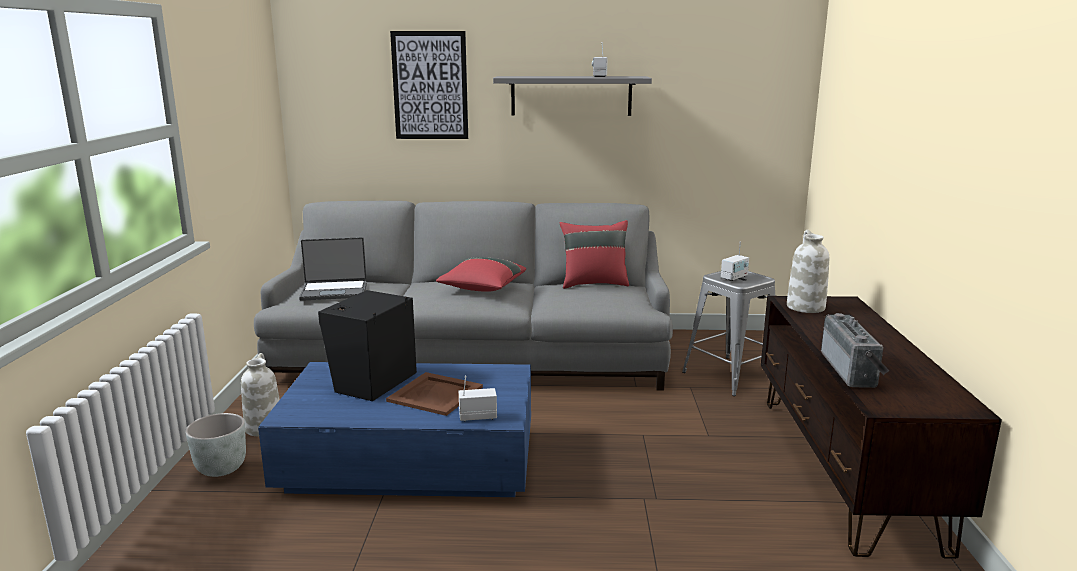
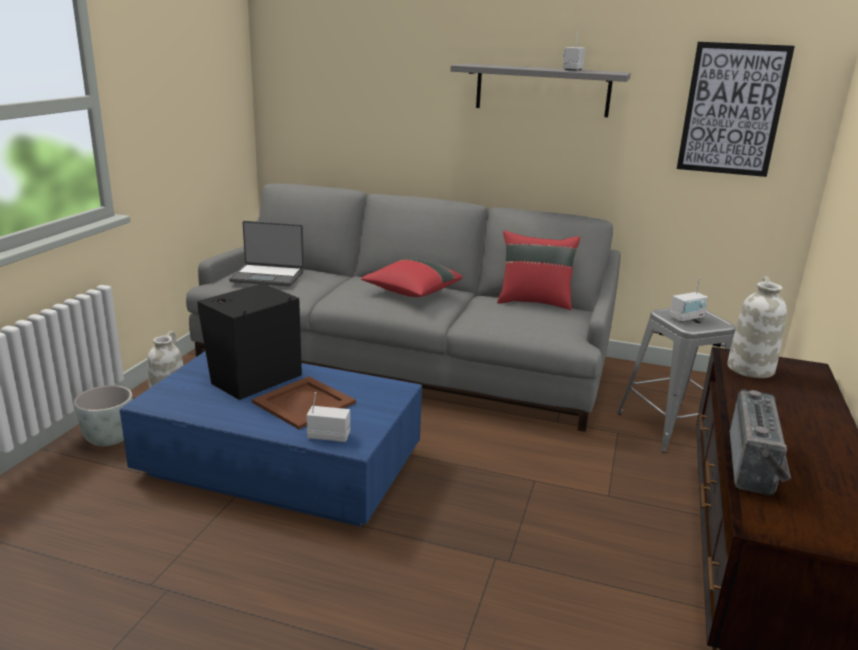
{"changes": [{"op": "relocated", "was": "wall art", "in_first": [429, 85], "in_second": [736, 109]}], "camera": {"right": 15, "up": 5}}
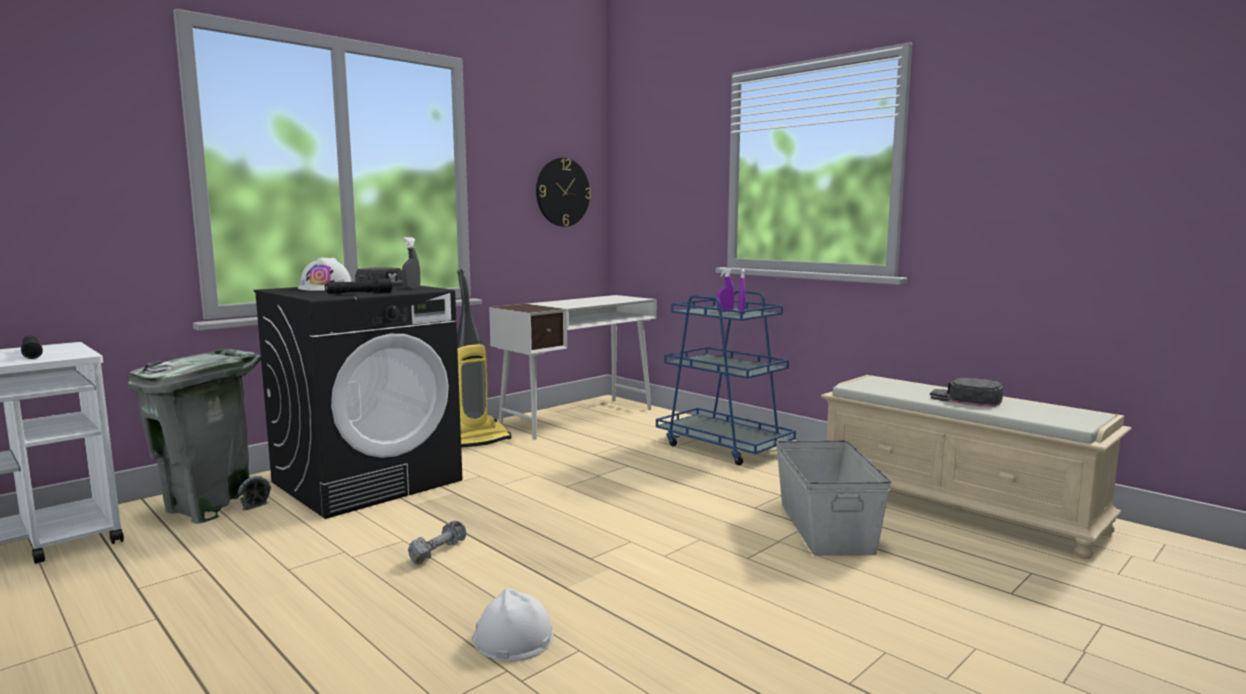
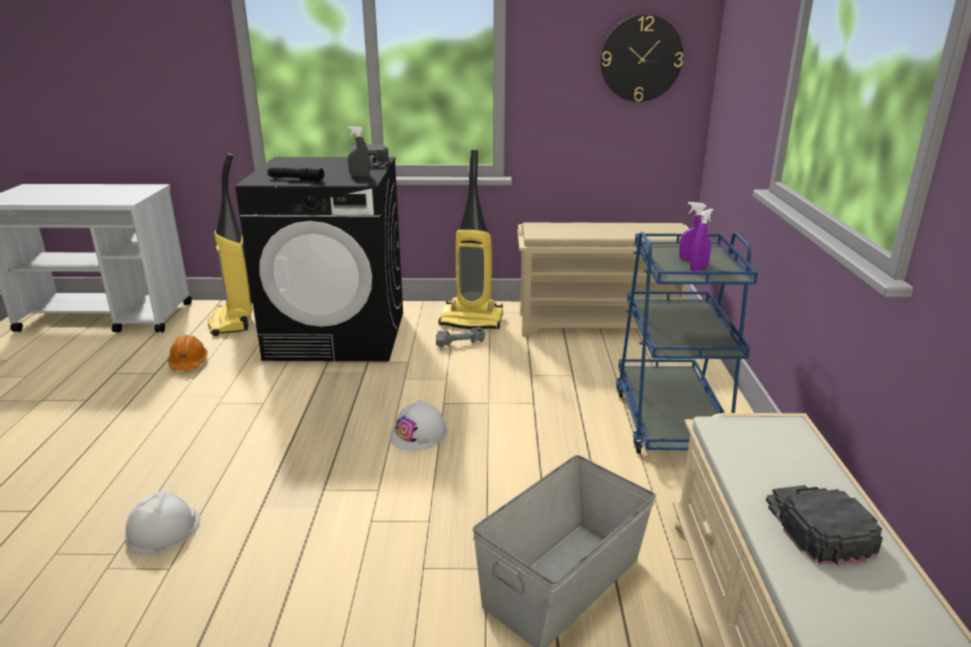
{"changes": [{"op": "missing", "was": "blackish flashlight", "in_first": [32, 347]}, {"op": "exchanged", "was": "greyish rubbish bin", "now": "hoover", "in_first": [199, 436], "in_second": [230, 244]}, {"op": "relocated", "was": "whitish hard hat", "in_first": [325, 274], "in_second": [418, 425]}, {"op": "relocated", "was": "greyish hand weight", "in_first": [437, 543], "in_second": [460, 337]}, {"op": "exchanged", "was": "whitish desk unit", "now": "beige shoe stand", "in_first": [573, 367], "in_second": [603, 279]}, {"op": "appeared", "now": "orange hard hat", "in_second": [188, 353]}], "camera": {"right": 45, "up": 15}}
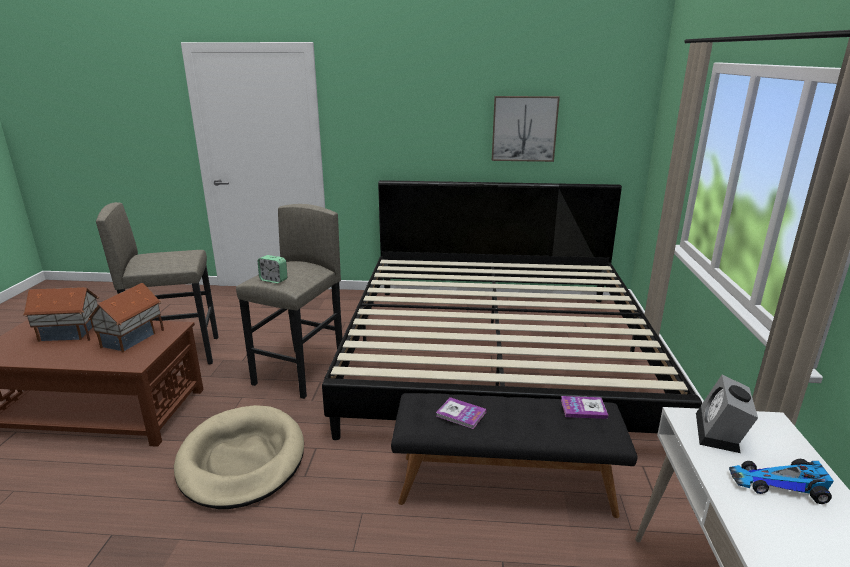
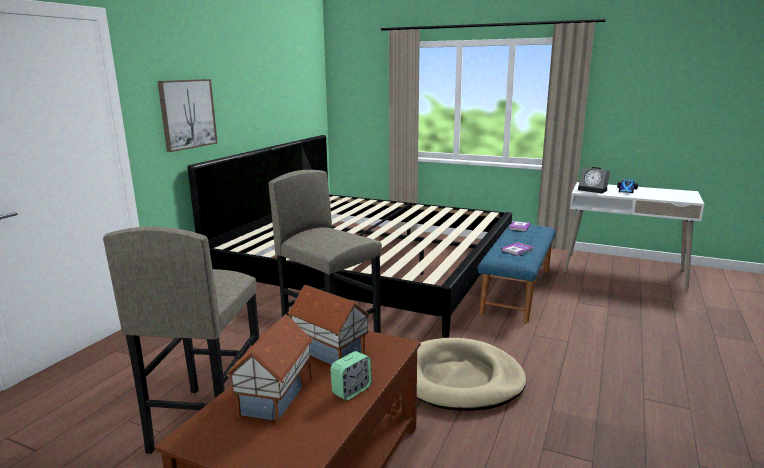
{"changes": [{"op": "relocated", "was": "bedside clock", "in_first": [272, 269], "in_second": [351, 376]}, {"op": "colour", "was": "blackish long seat", "now": "blue-coloured long seat", "in_first": [514, 455], "in_second": [517, 273]}, {"op": "relocated", "was": "wall art", "in_first": [526, 129], "in_second": [187, 115]}], "camera": {"right": -70, "up": -5}}
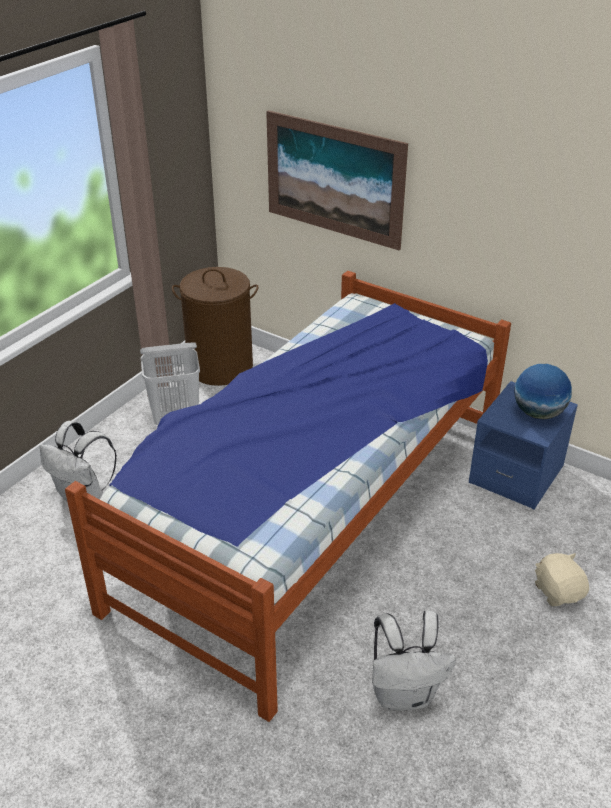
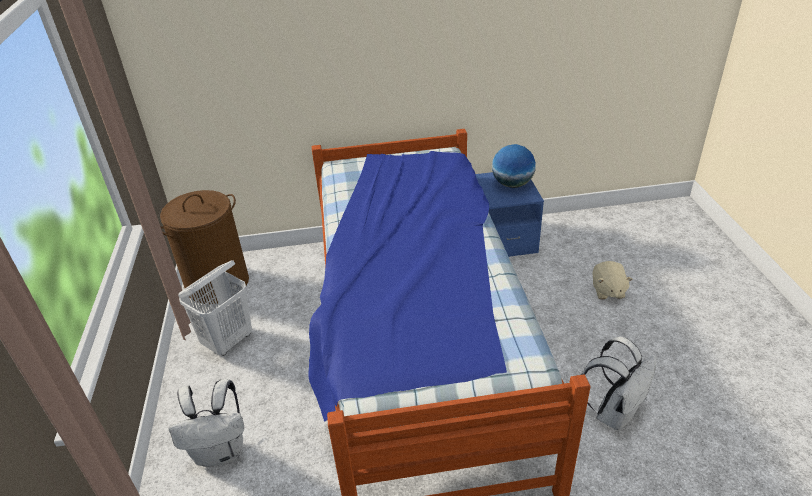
{"changes": [{"op": "missing", "was": "wall art", "in_first": [337, 180]}, {"op": "spun", "was": "beige cuddly toy", "in_first": [562, 579], "in_second": [613, 280], "clockwise": -120}], "camera": {"right": -40, "up": 0}}
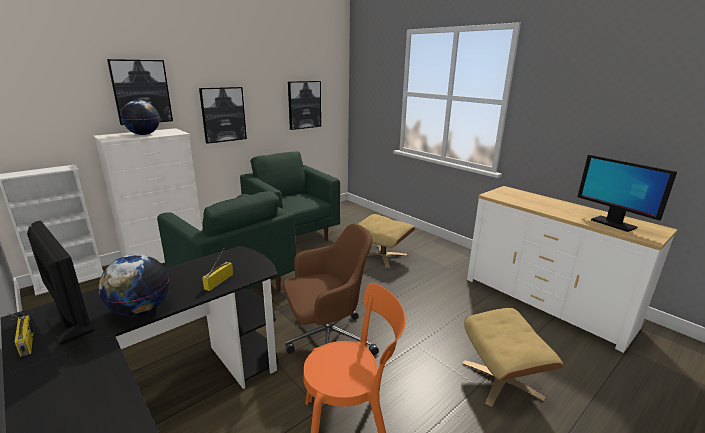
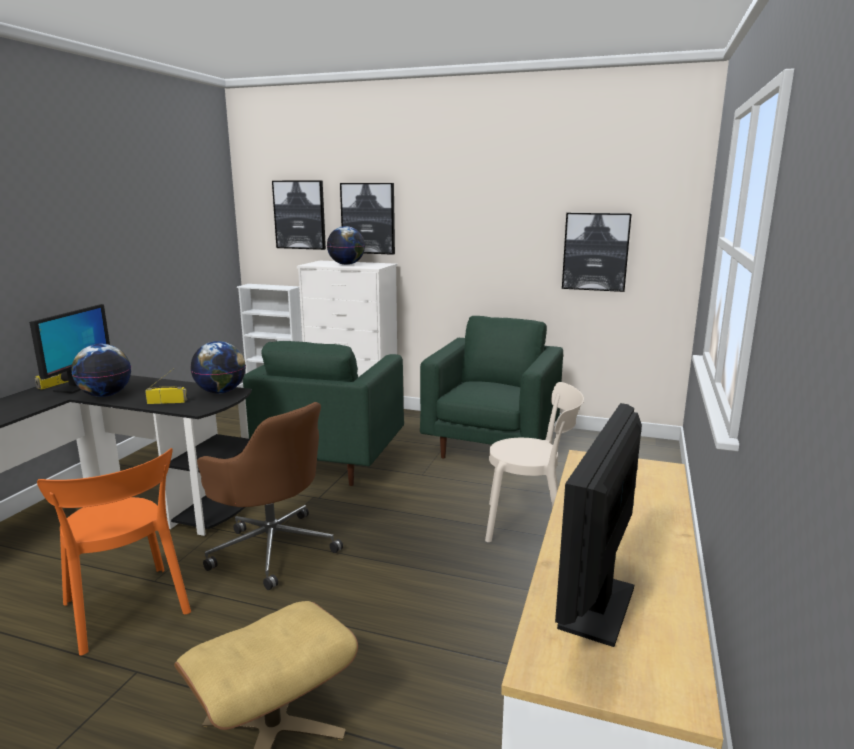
{"changes": [{"op": "relocated", "was": "wall art", "in_first": [223, 115], "in_second": [299, 215]}, {"op": "exchanged", "was": "beige ottoman", "now": "beige chair", "in_first": [387, 241], "in_second": [534, 462]}, {"op": "appeared", "now": "world globe", "in_second": [218, 367]}], "camera": {"right": 60, "up": -5}}
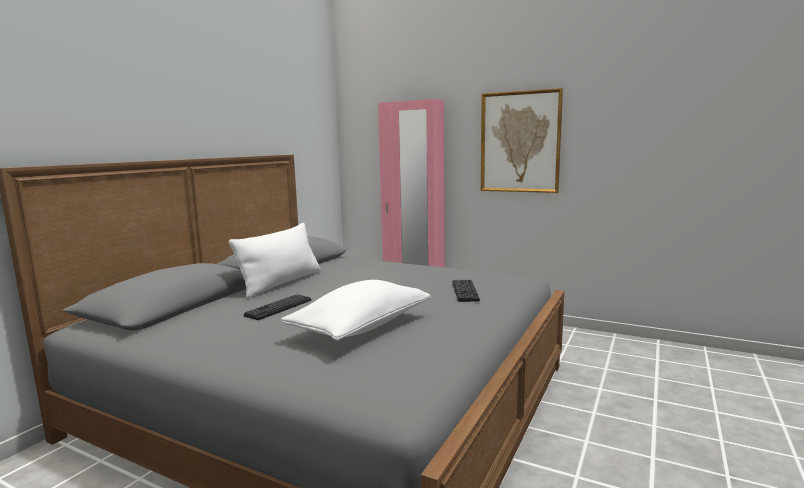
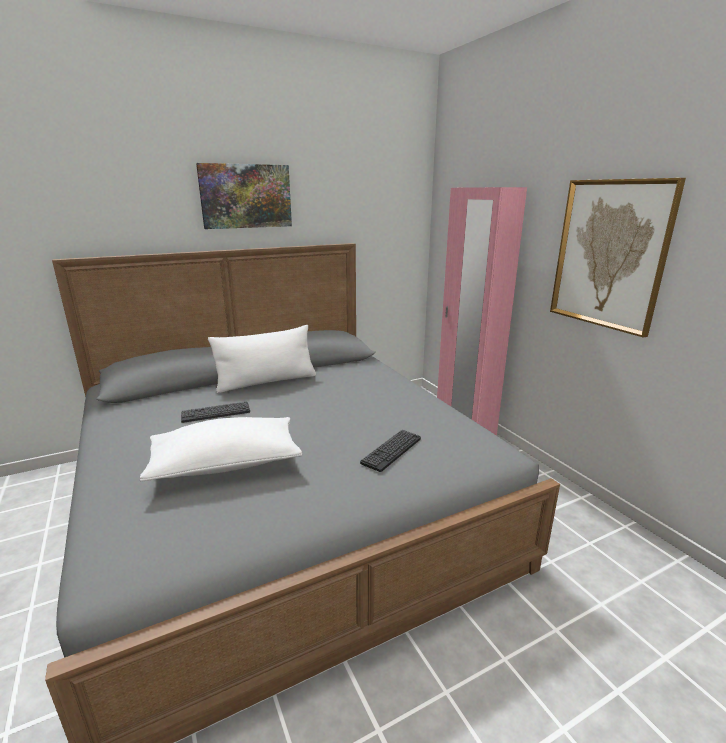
{"changes": [{"op": "appeared", "now": "wall art", "in_second": [244, 196]}], "camera": {"right": 35, "up": 10}}
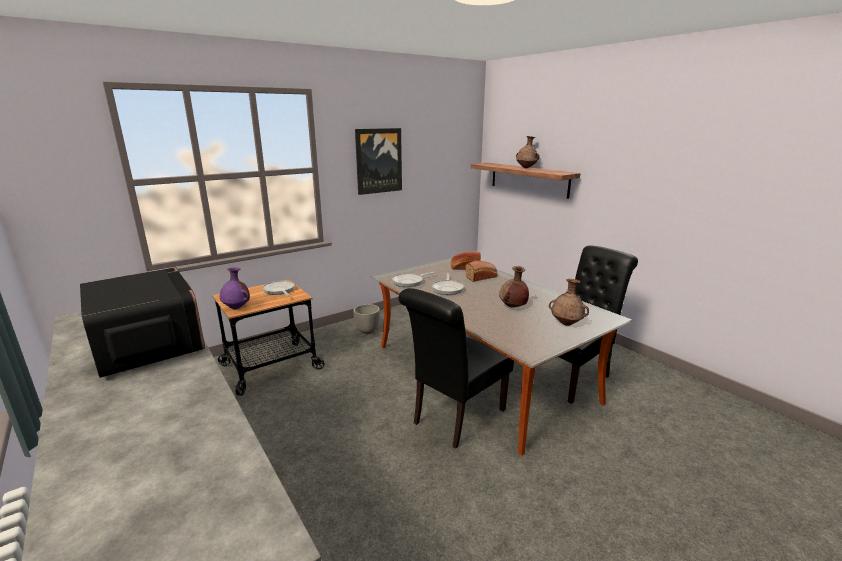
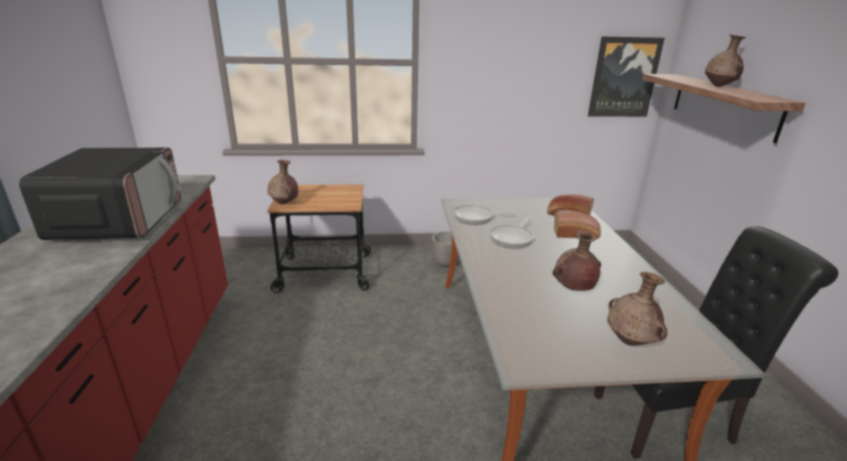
{"changes": [{"op": "colour", "was": "purple vase", "now": "brownish vase", "in_first": [235, 288], "in_second": [282, 182]}, {"op": "missing", "was": "frying pan", "in_first": [278, 288]}, {"op": "relocated", "was": "wall art", "in_first": [378, 161], "in_second": [626, 76]}, {"op": "missing", "was": "blackish chair", "in_first": [456, 368]}], "camera": {"right": 30, "up": 5}}
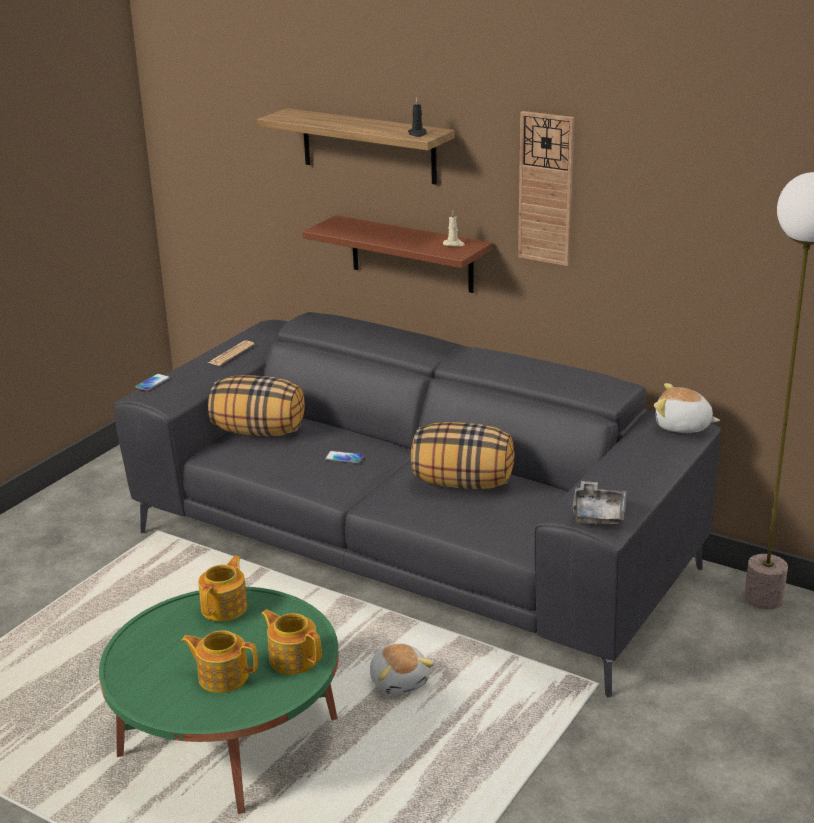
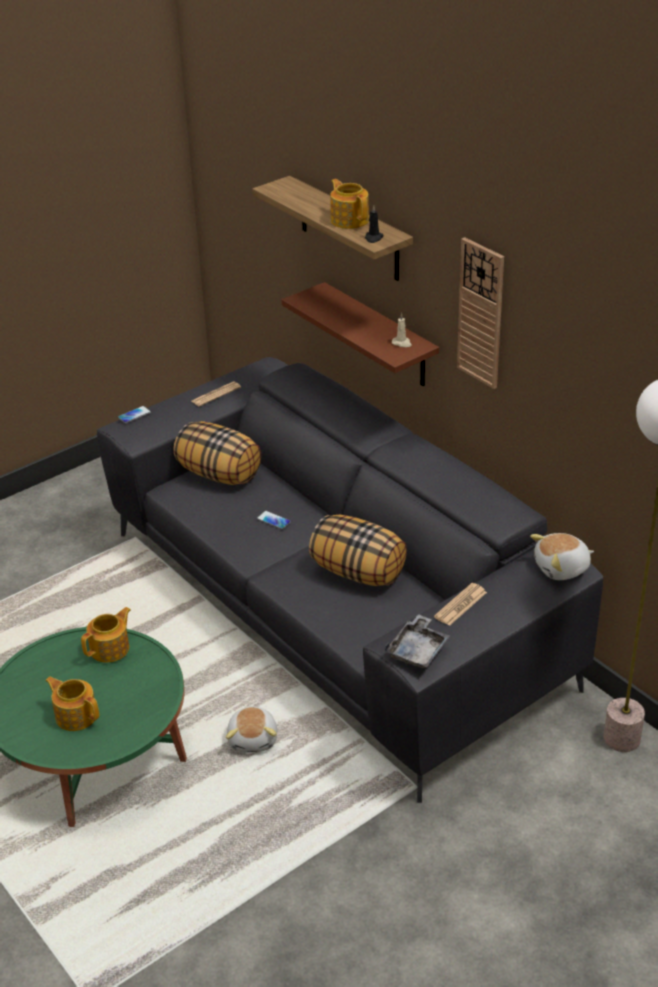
{"changes": [{"op": "relocated", "was": "teapot", "in_first": [291, 641], "in_second": [349, 204]}, {"op": "spun", "was": "cuddly toy", "in_first": [687, 408], "in_second": [562, 556], "clockwise": -60}, {"op": "appeared", "now": "daily paper", "in_second": [460, 604]}], "camera": {"right": 20, "up": 10}}
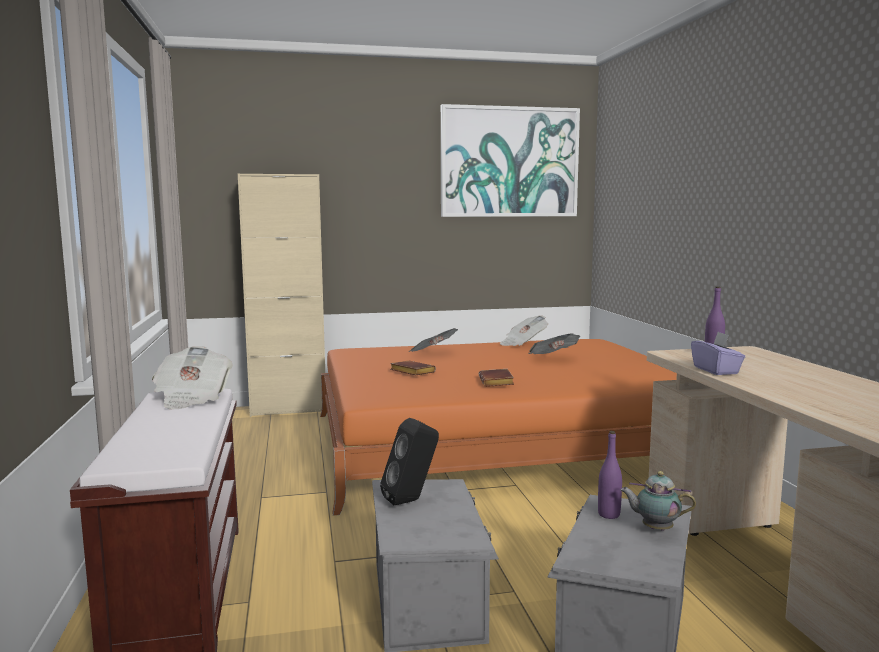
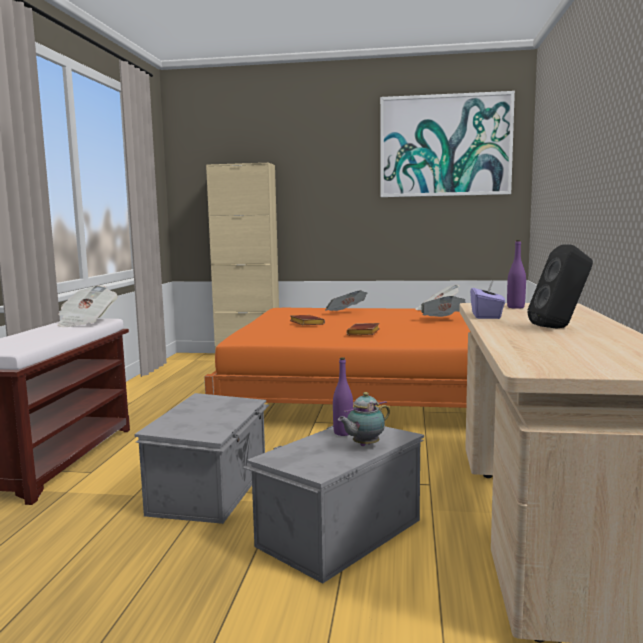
{"changes": [{"op": "relocated", "was": "blackish loudspeaker", "in_first": [409, 461], "in_second": [560, 286]}, {"op": "spun", "was": "teapot", "in_first": [658, 501], "in_second": [364, 419], "clockwise": -75}], "camera": {"right": 20, "up": 0}}
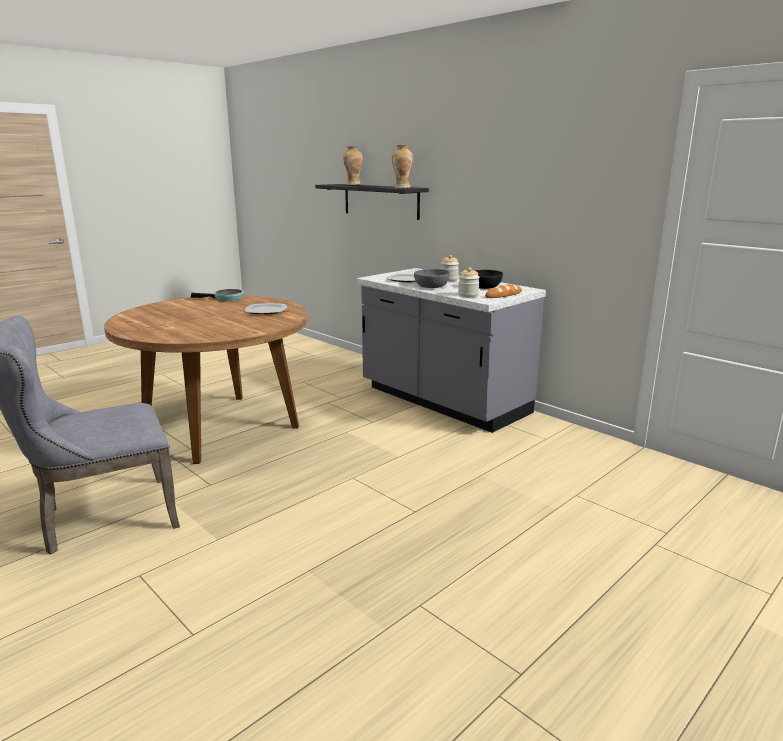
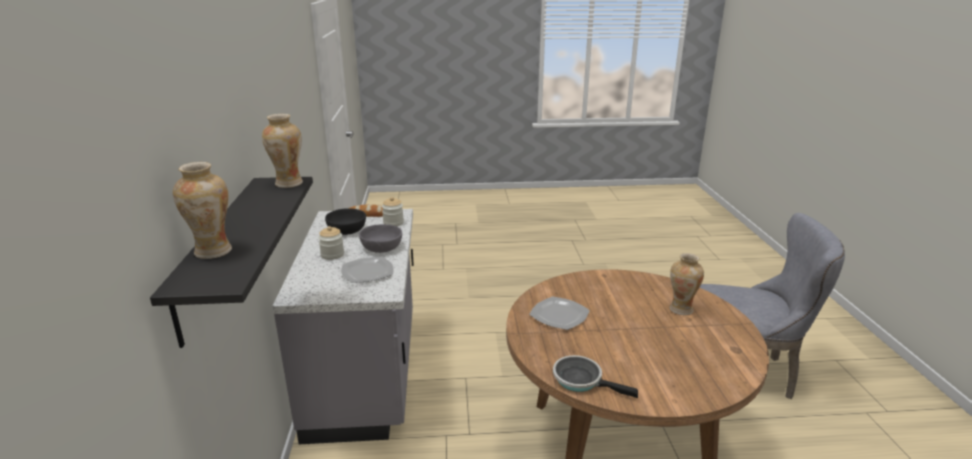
{"changes": [{"op": "appeared", "now": "vase", "in_second": [687, 284]}], "camera": {"right": -140, "up": 5}}
